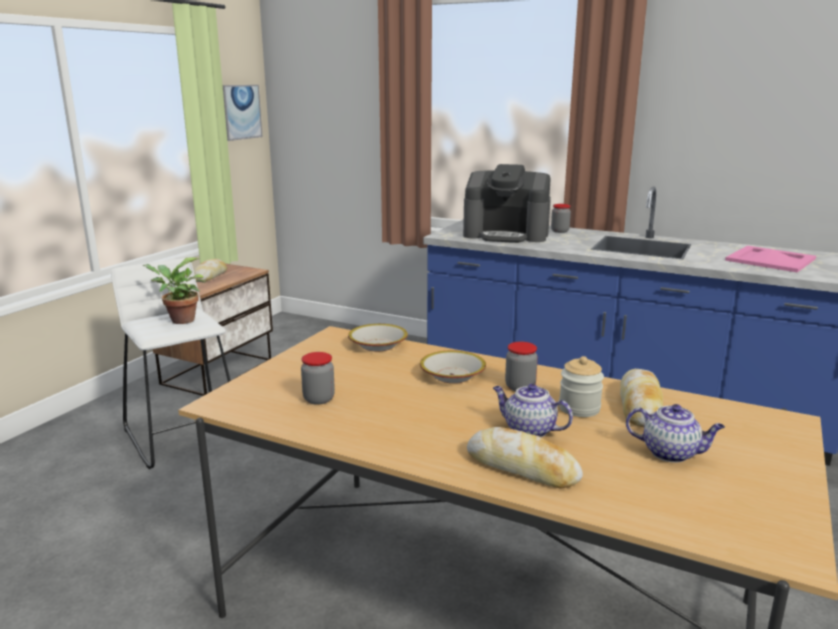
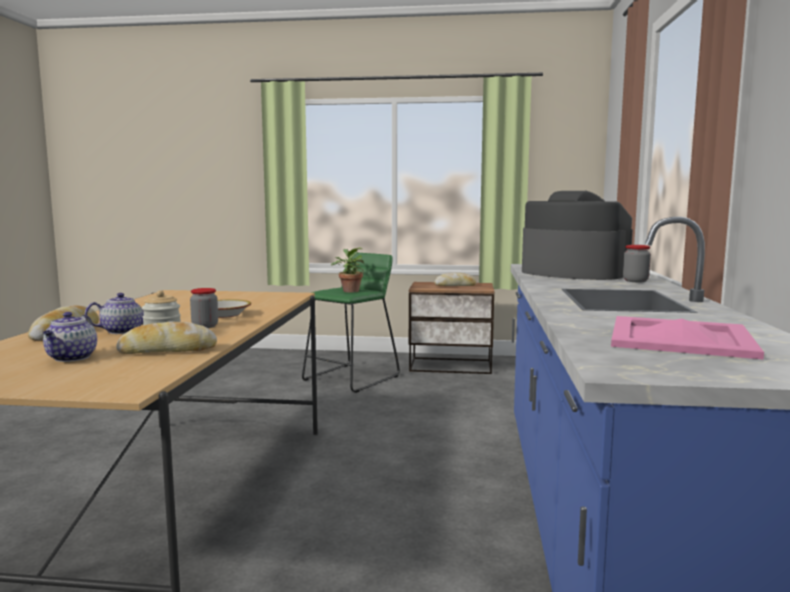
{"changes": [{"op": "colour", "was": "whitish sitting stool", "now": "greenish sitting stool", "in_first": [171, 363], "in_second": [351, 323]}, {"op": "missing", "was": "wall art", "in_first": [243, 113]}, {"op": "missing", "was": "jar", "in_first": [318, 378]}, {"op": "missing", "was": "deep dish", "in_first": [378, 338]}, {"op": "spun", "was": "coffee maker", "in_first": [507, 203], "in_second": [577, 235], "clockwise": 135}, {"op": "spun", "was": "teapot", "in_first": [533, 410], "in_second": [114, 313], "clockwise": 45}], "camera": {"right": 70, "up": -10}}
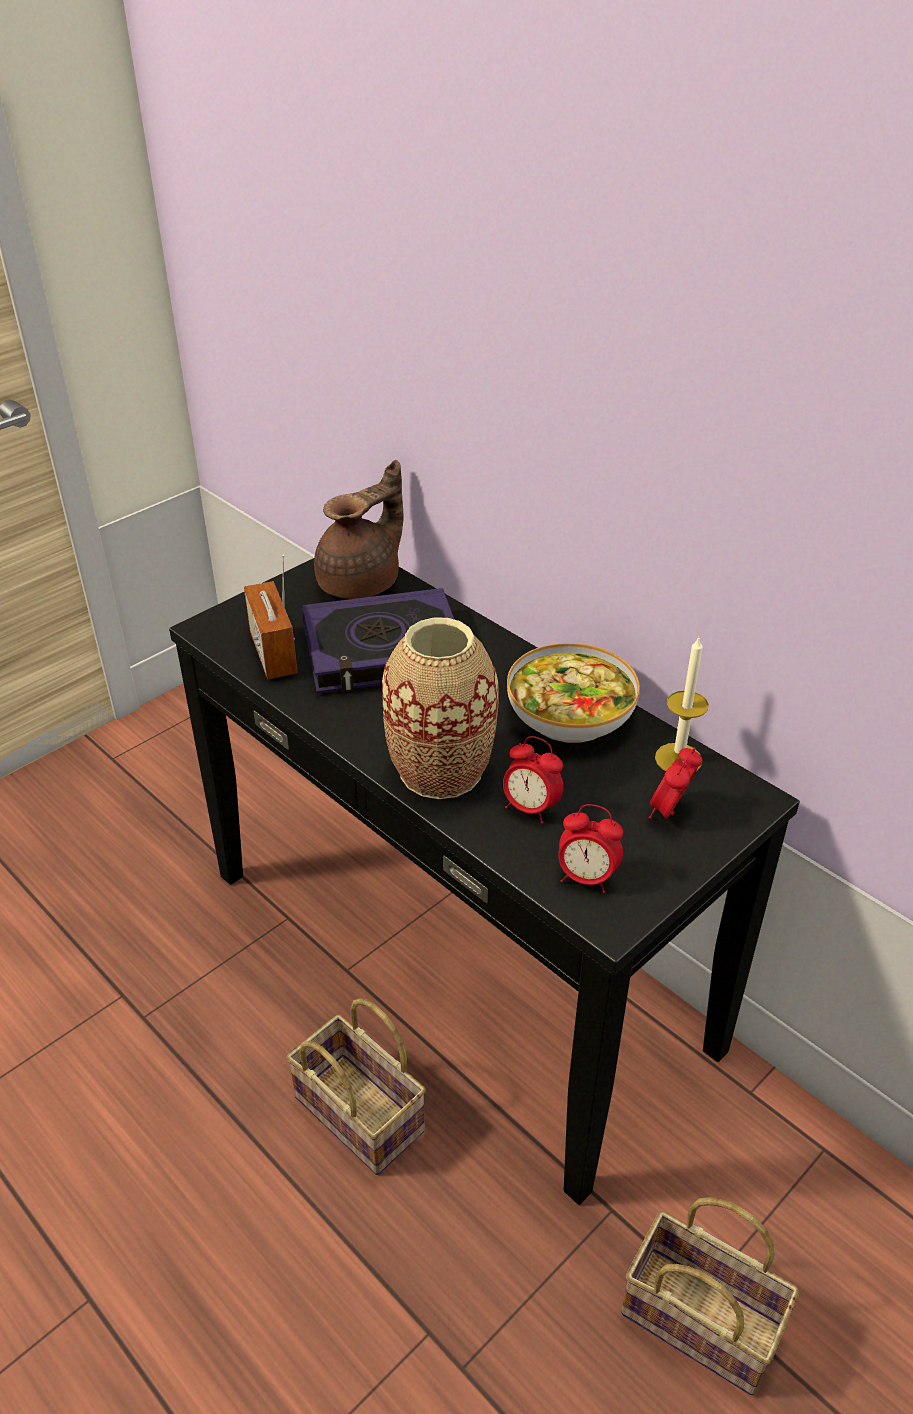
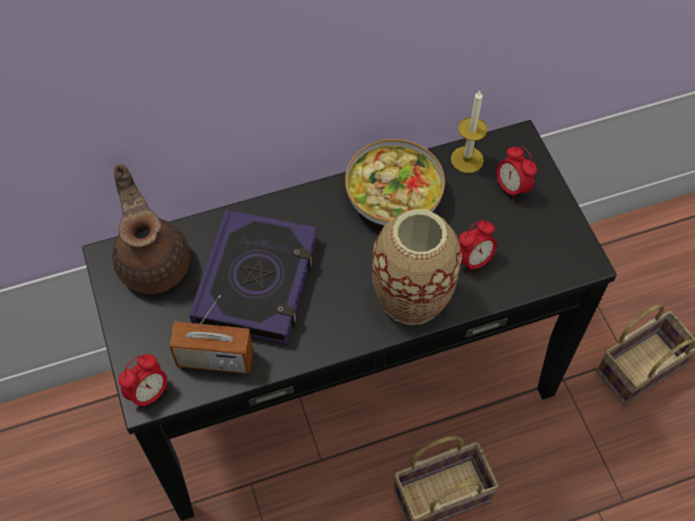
{"changes": [{"op": "relocated", "was": "bedside clock", "in_first": [590, 848], "in_second": [143, 382]}], "camera": {"right": -65, "up": 20}}
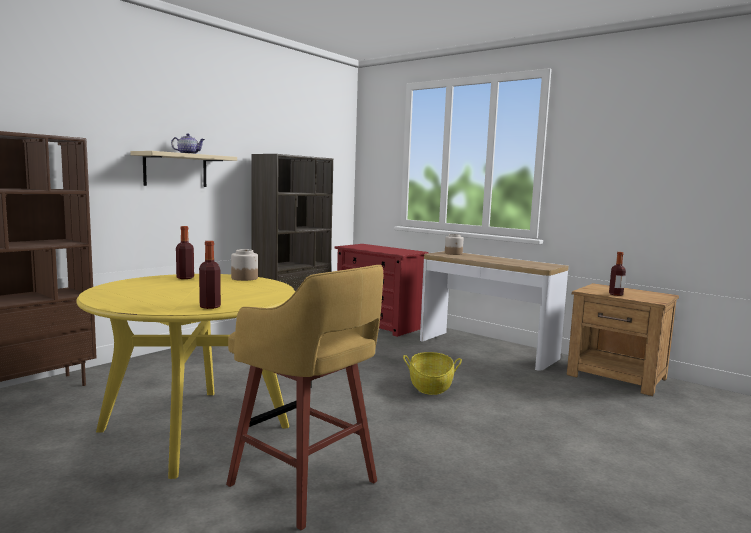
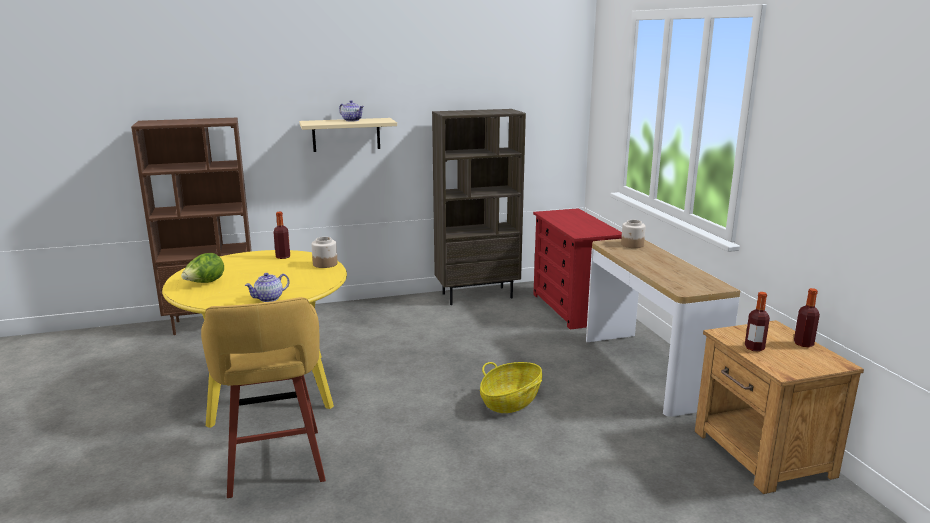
{"changes": [{"op": "relocated", "was": "beverage bottle", "in_first": [210, 275], "in_second": [807, 317]}, {"op": "appeared", "now": "lettuce head", "in_second": [202, 268]}, {"op": "appeared", "now": "teapot", "in_second": [267, 287]}], "camera": {"right": 35, "up": 10}}
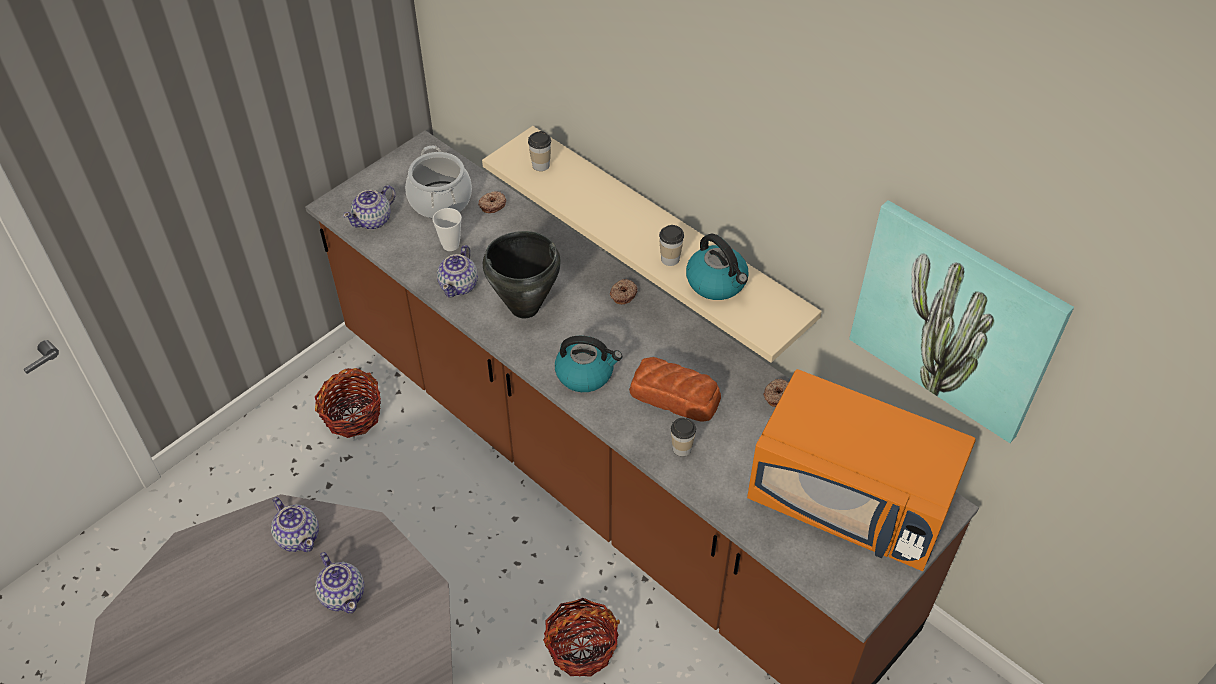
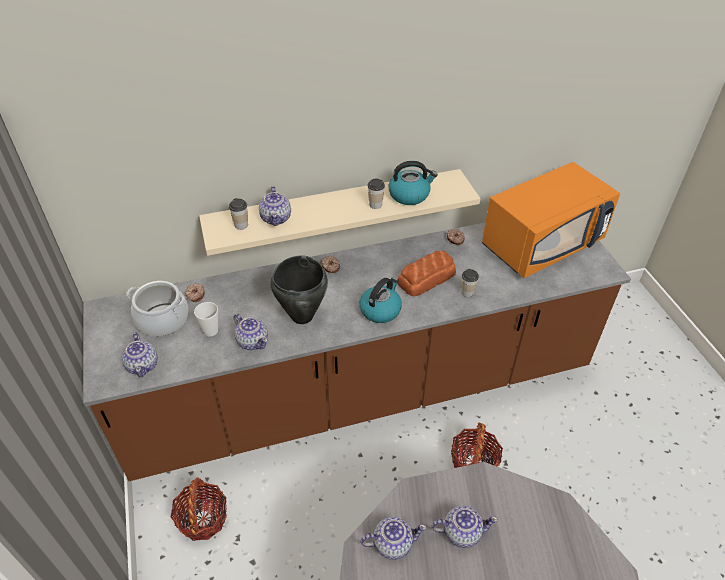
{"changes": [{"op": "missing", "was": "wall art", "in_first": [961, 321]}, {"op": "appeared", "now": "teapot", "in_second": [275, 206]}], "camera": {"right": -60, "up": -5}}
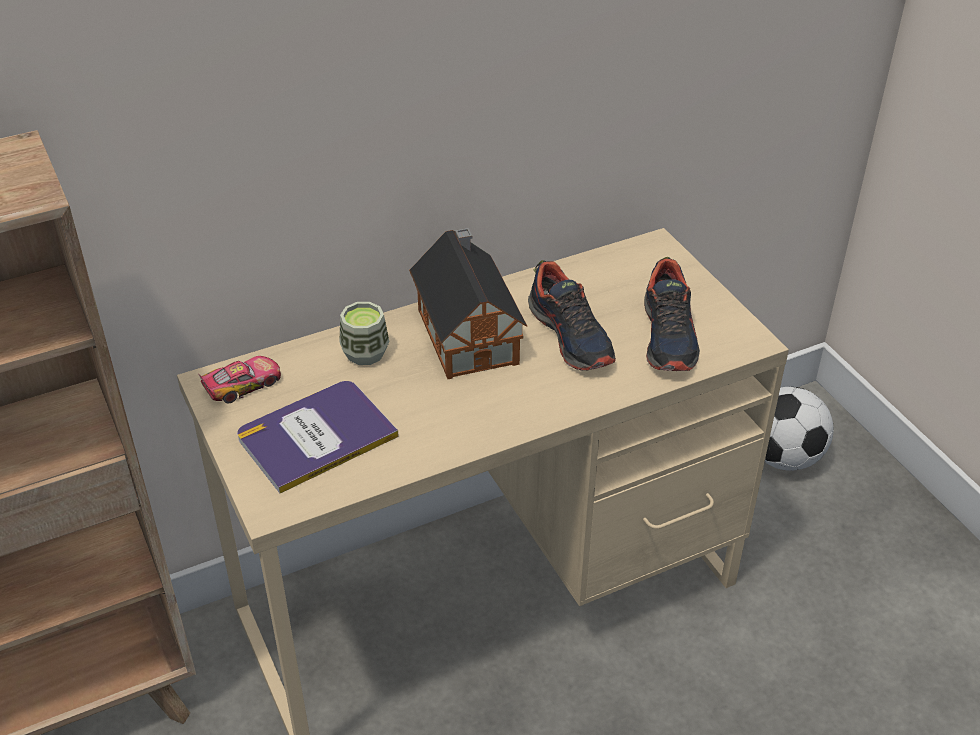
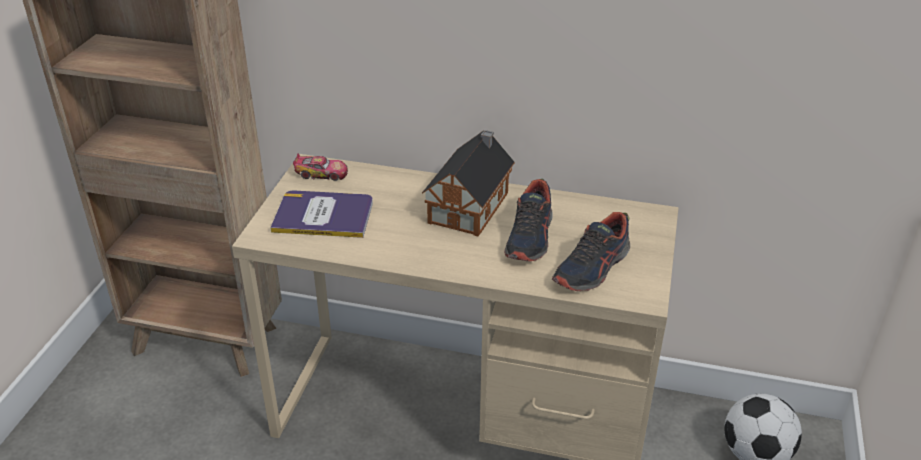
{"changes": [{"op": "missing", "was": "drinking cup", "in_first": [364, 333]}], "camera": {"right": 40, "up": -5}}
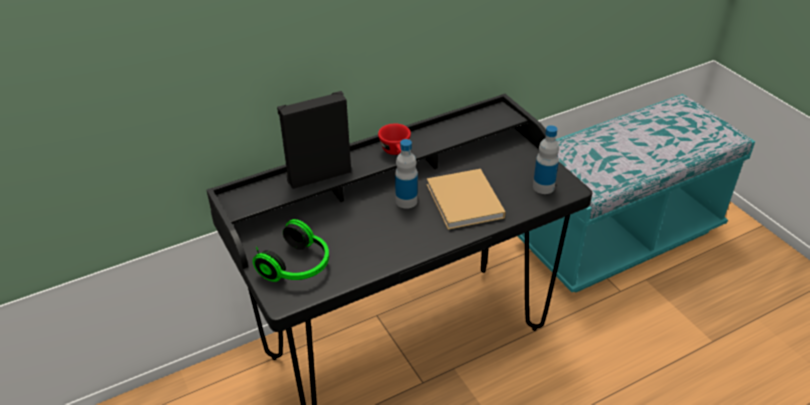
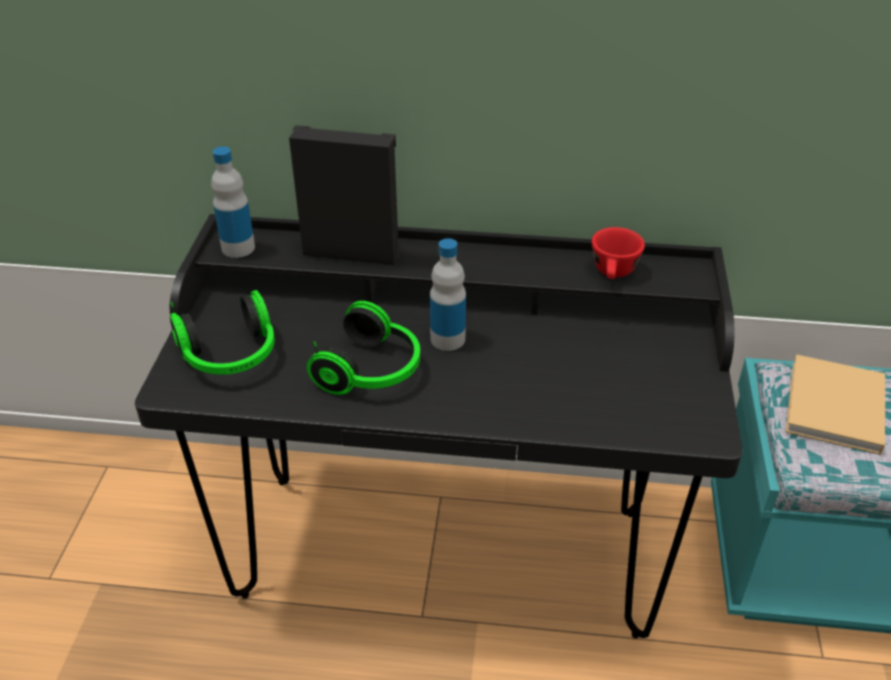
{"changes": [{"op": "relocated", "was": "reddish drinking cup", "in_first": [394, 139], "in_second": [618, 253]}, {"op": "relocated", "was": "beige volume", "in_first": [466, 199], "in_second": [835, 404]}, {"op": "relocated", "was": "beverage bottle", "in_first": [546, 159], "in_second": [233, 202]}, {"op": "appeared", "now": "headset", "in_second": [363, 348]}], "camera": {"right": 35, "up": 0}}
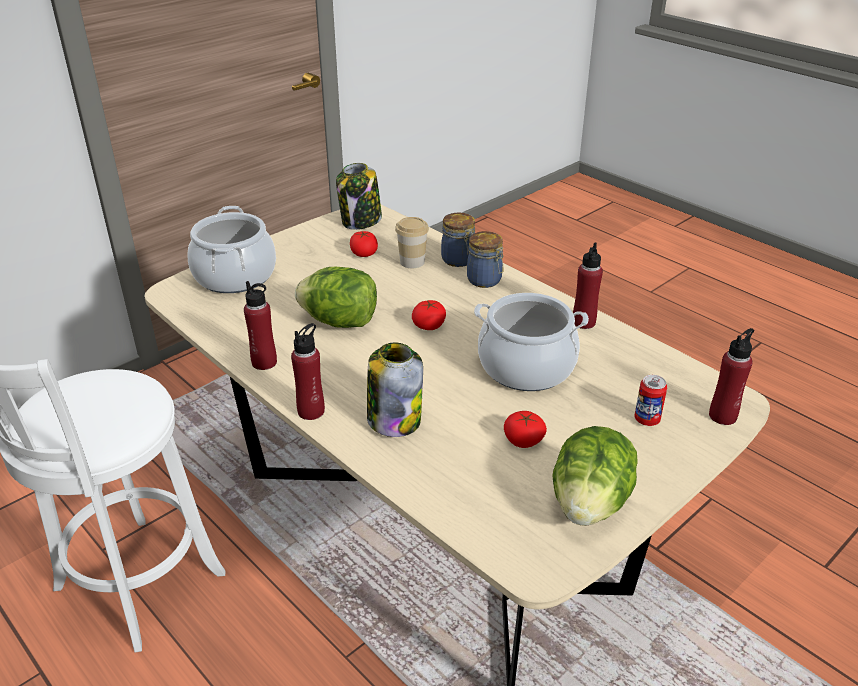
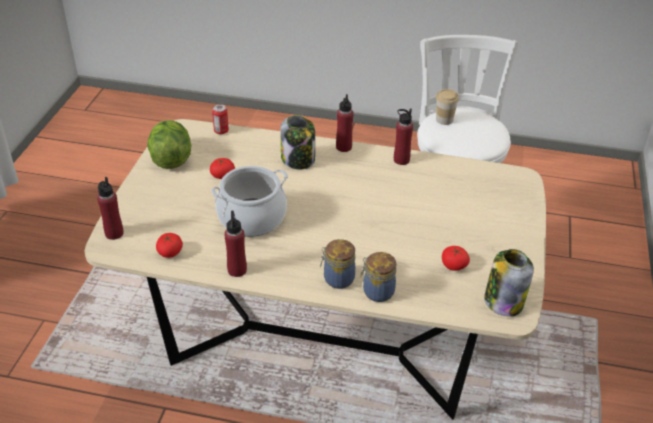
{"changes": [{"op": "missing", "was": "stockpot", "in_first": [232, 249]}, {"op": "missing", "was": "lettuce head", "in_first": [336, 297]}, {"op": "relocated", "was": "drinking cup", "in_first": [412, 242], "in_second": [447, 107]}, {"op": "relocated", "was": "fresh tomato", "in_first": [429, 315], "in_second": [169, 245]}, {"op": "relocated", "was": "can", "in_first": [650, 400], "in_second": [220, 119]}], "camera": {"right": 145, "up": 5}}
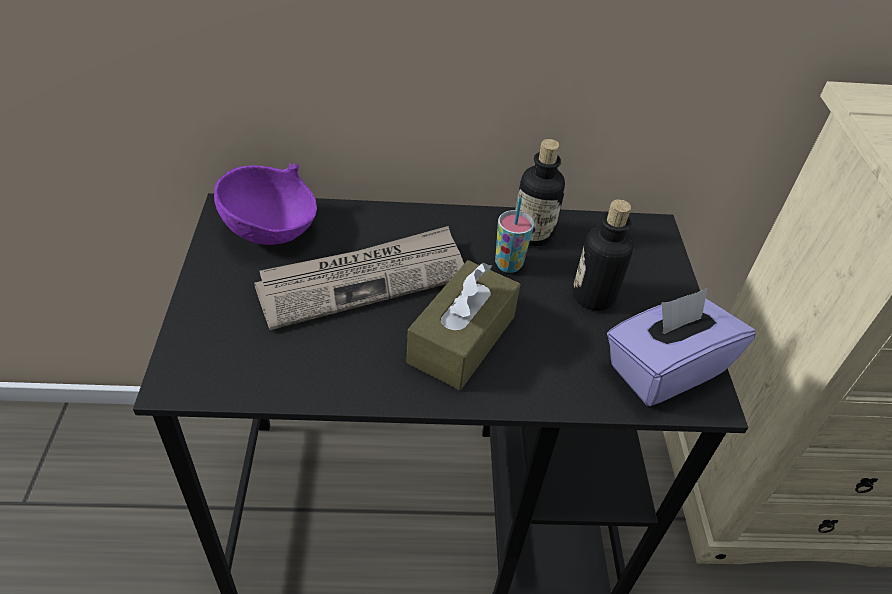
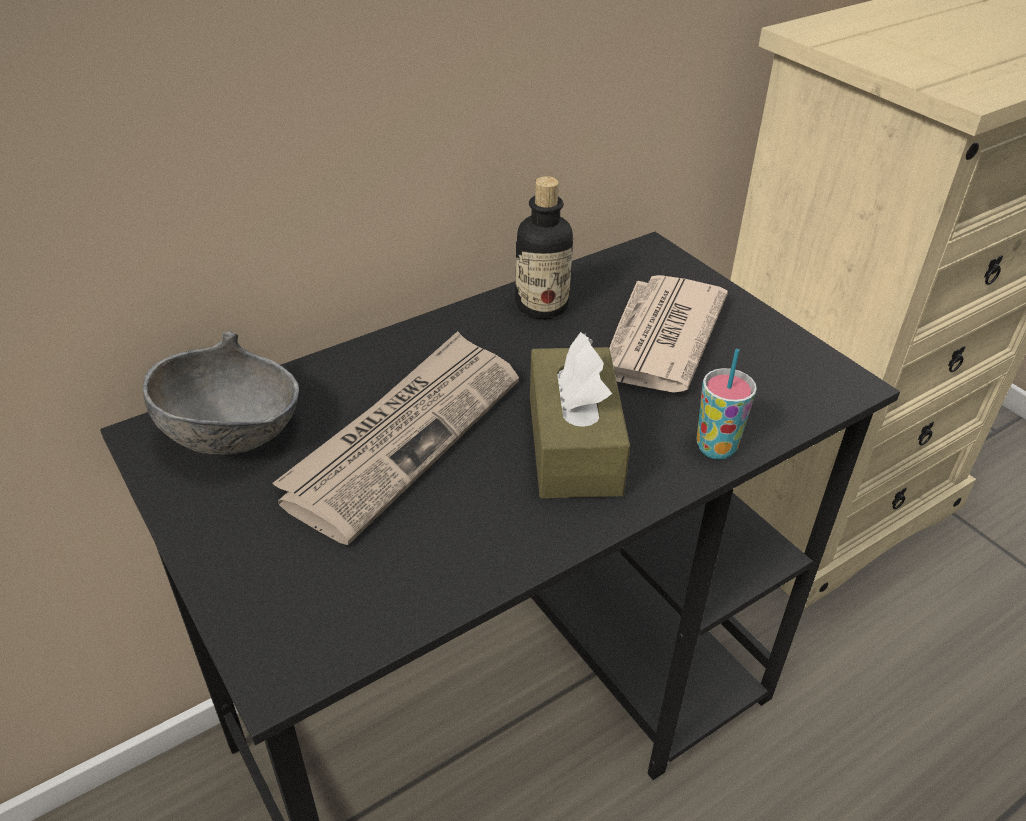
{"changes": [{"op": "colour", "was": "purple deep dish", "now": "greyish deep dish", "in_first": [265, 204], "in_second": [221, 393]}, {"op": "relocated", "was": "drinking cup", "in_first": [514, 235], "in_second": [726, 404]}, {"op": "exchanged", "was": "beverage bottle", "now": "daily paper", "in_first": [603, 255], "in_second": [668, 334]}, {"op": "missing", "was": "purple tissue box", "in_first": [681, 347]}], "camera": {"right": -30, "up": -5}}
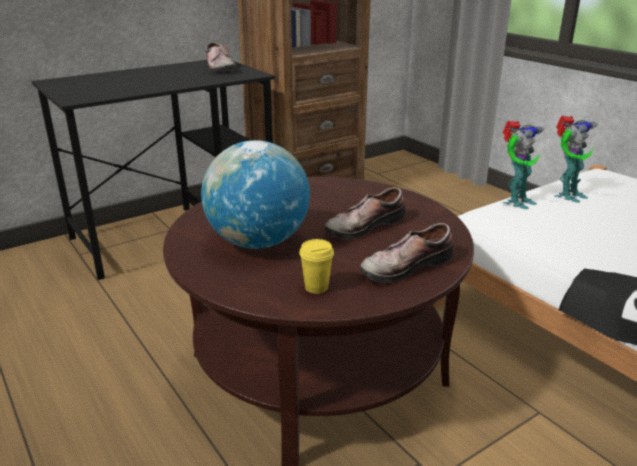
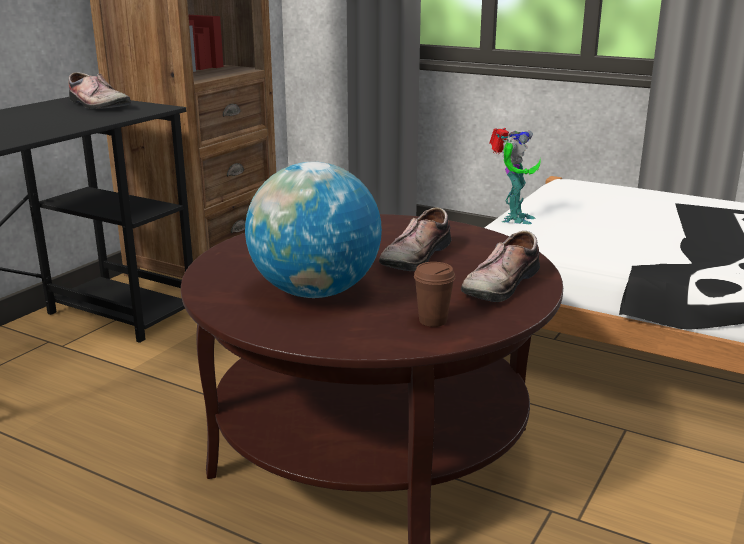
{"changes": [{"op": "colour", "was": "yellowish drinking cup", "now": "brownish drinking cup", "in_first": [316, 266], "in_second": [434, 294]}, {"op": "missing", "was": "toy robot", "in_first": [576, 159]}], "camera": {"right": -25, "up": -5}}
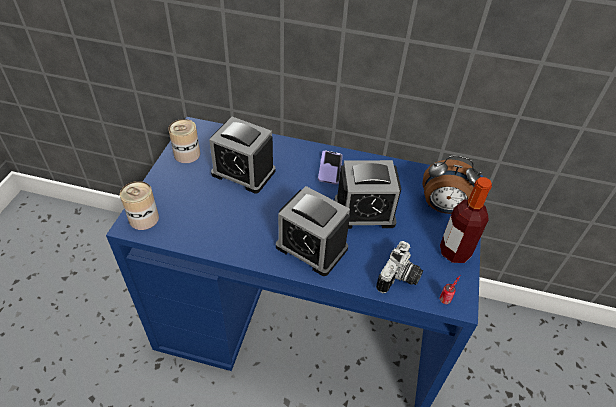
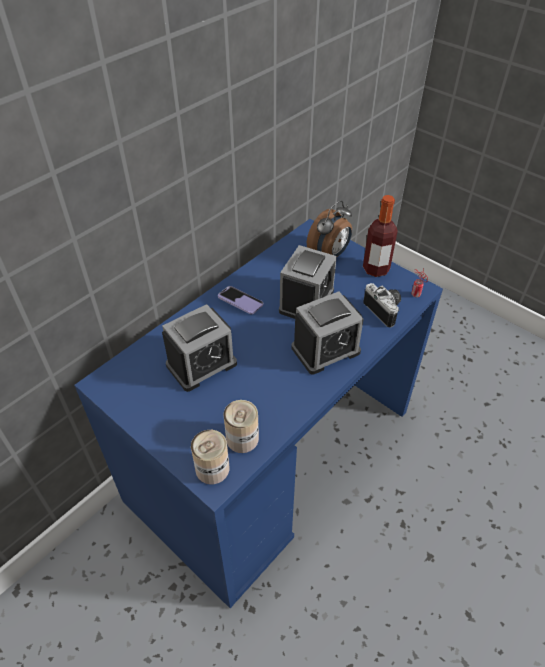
{"changes": [{"op": "relocated", "was": "can", "in_first": [184, 141], "in_second": [241, 426]}], "camera": {"right": -60, "up": 0}}
